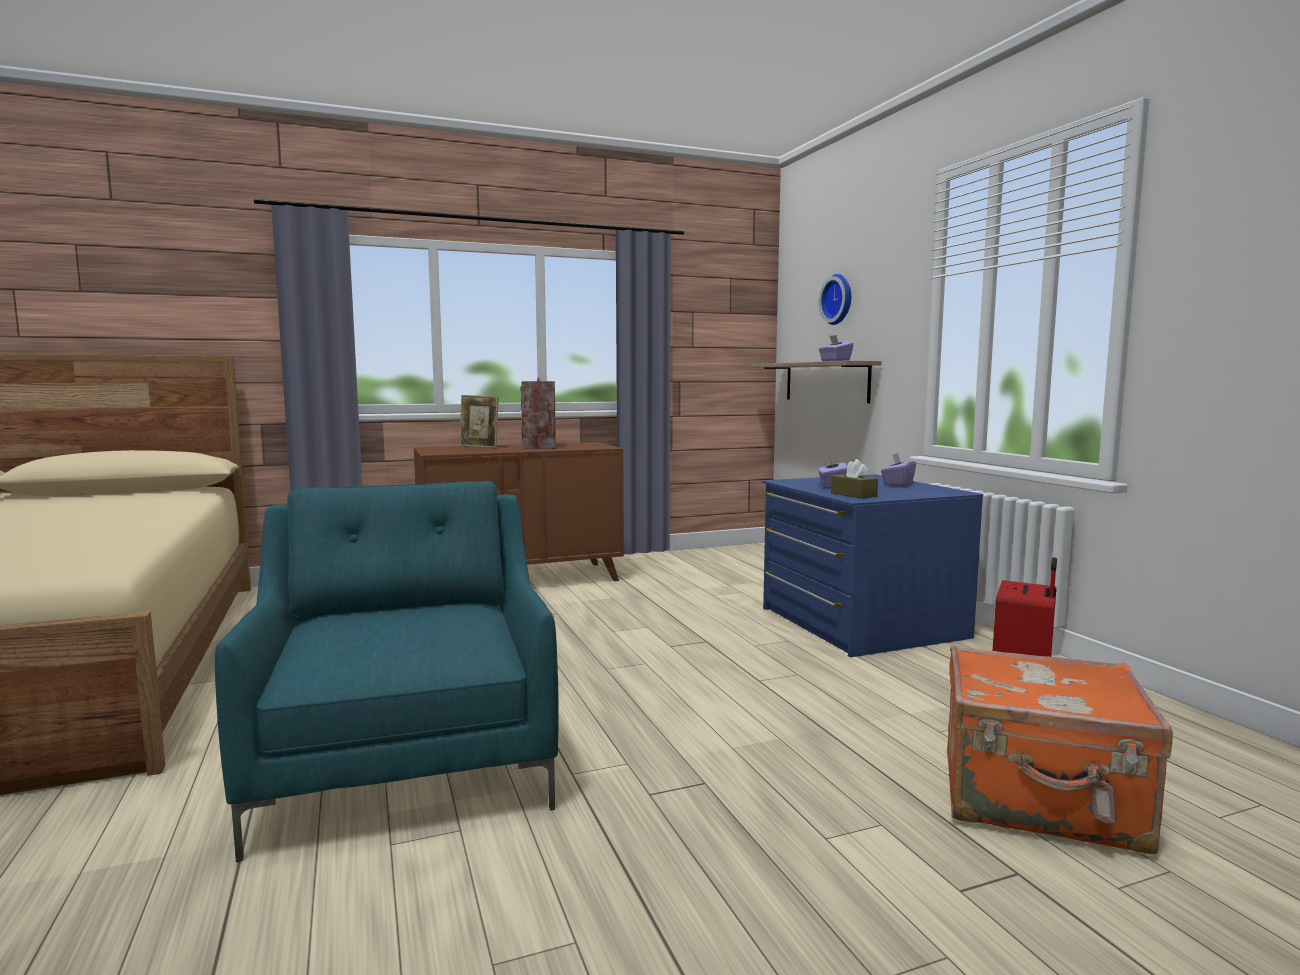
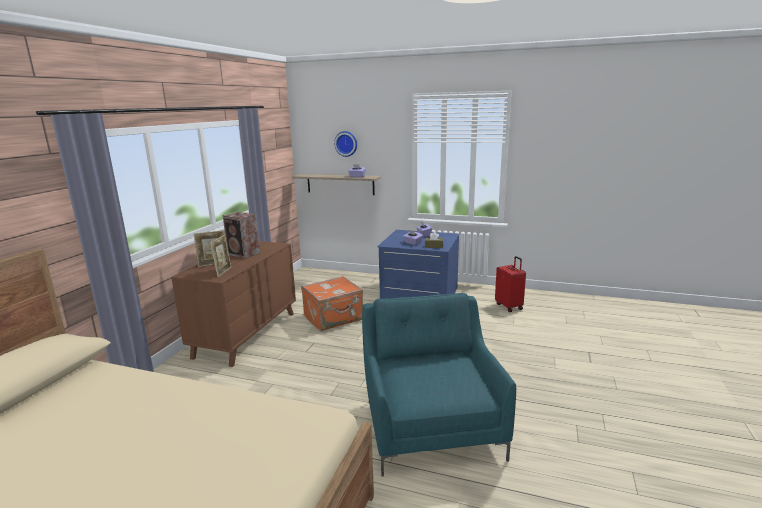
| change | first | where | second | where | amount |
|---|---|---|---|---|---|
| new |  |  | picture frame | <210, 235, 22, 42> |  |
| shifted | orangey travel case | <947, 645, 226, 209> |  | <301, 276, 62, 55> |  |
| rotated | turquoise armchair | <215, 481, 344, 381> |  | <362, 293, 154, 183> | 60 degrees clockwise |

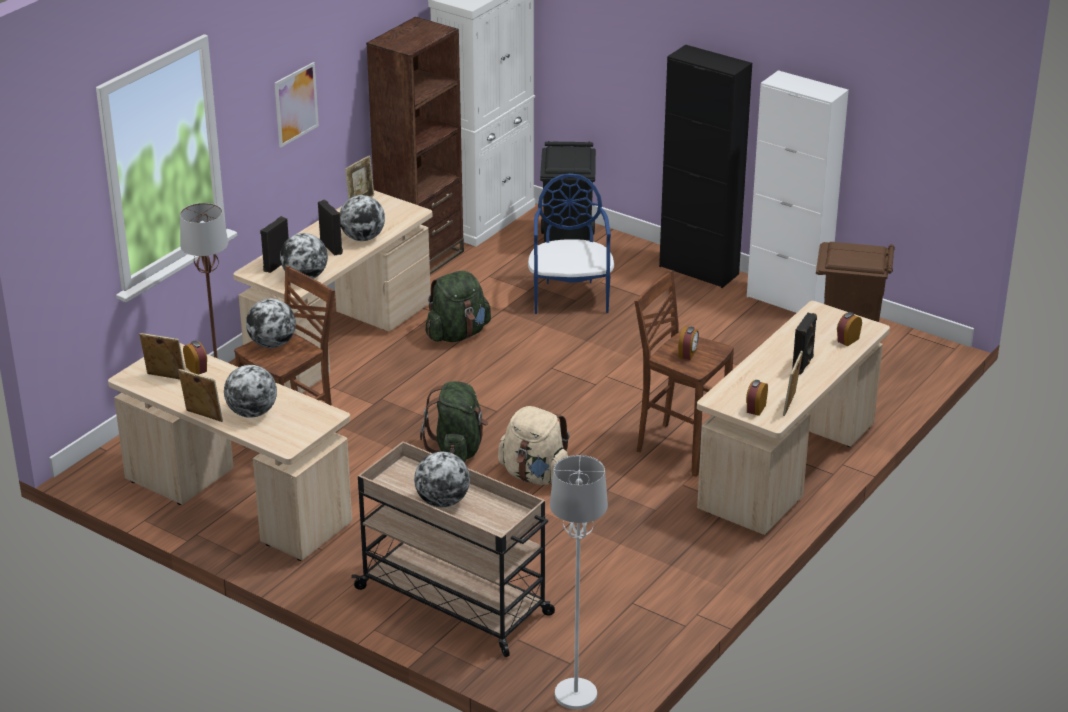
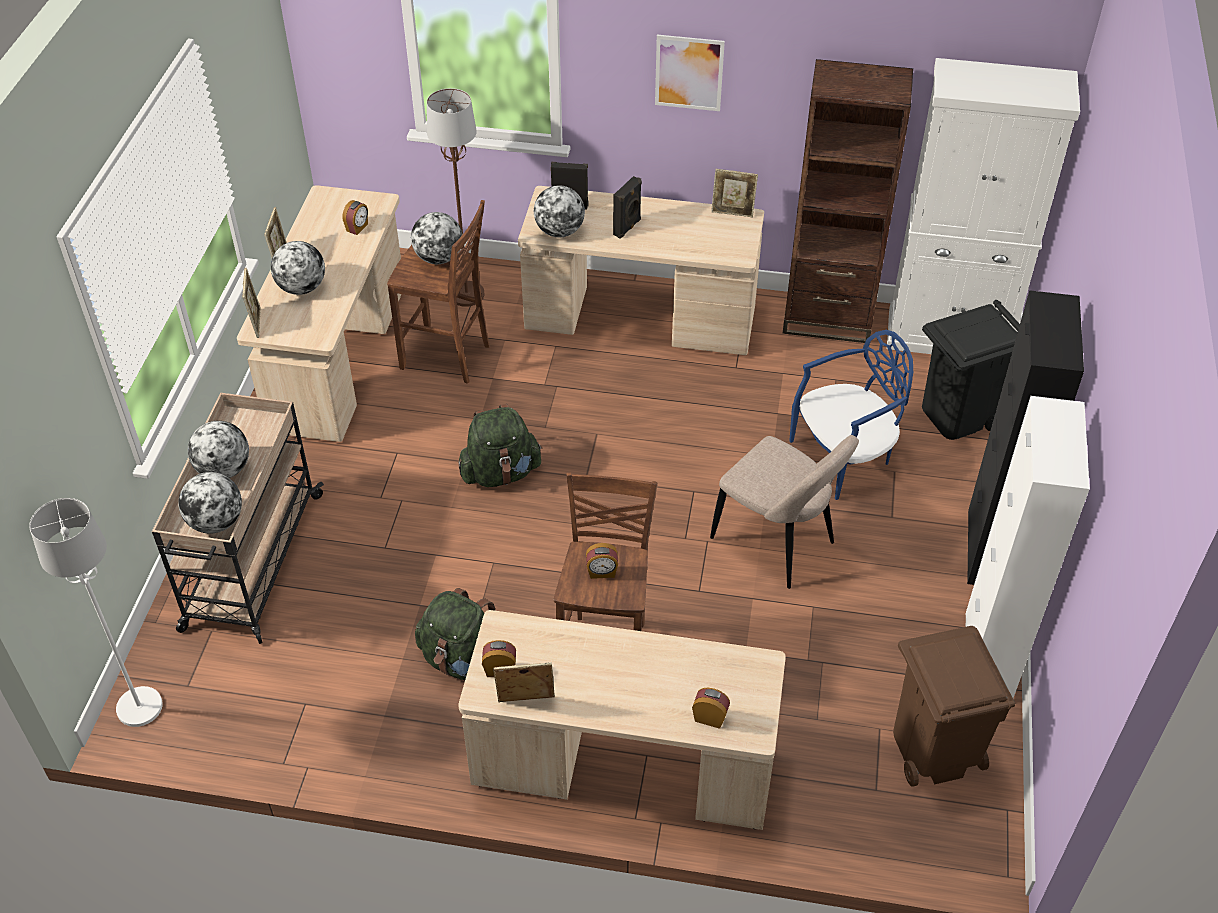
| change | first | where | second | where | amount |
|---|---|---|---|---|---|
| gone | beige rucksack | <498, 406, 71, 79> |  |  |  |
| gone | black loudspeaker | <792, 313, 25, 62> |  |  |  |
| new |  |  | beige upright chair | <710, 435, 149, 154> |  |
| shifted | picture frame | <139, 333, 46, 46> |  | <242, 268, 19, 70> |  |
| shifted | globe | <340, 195, 45, 46> |  | <178, 472, 64, 62> |  |
| shifted | green-coloured rucksack | <425, 271, 66, 71> |  | <415, 588, 81, 92> |  |

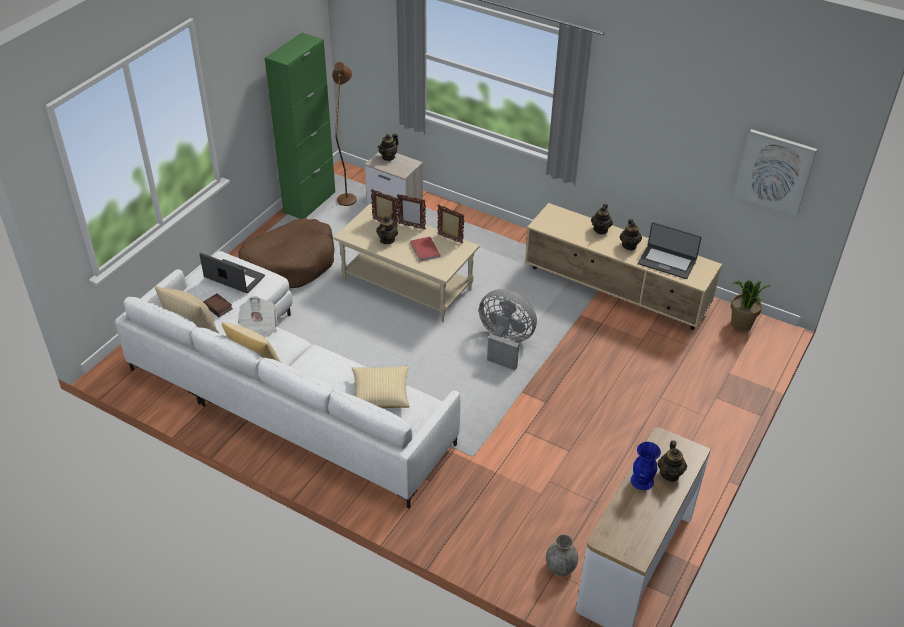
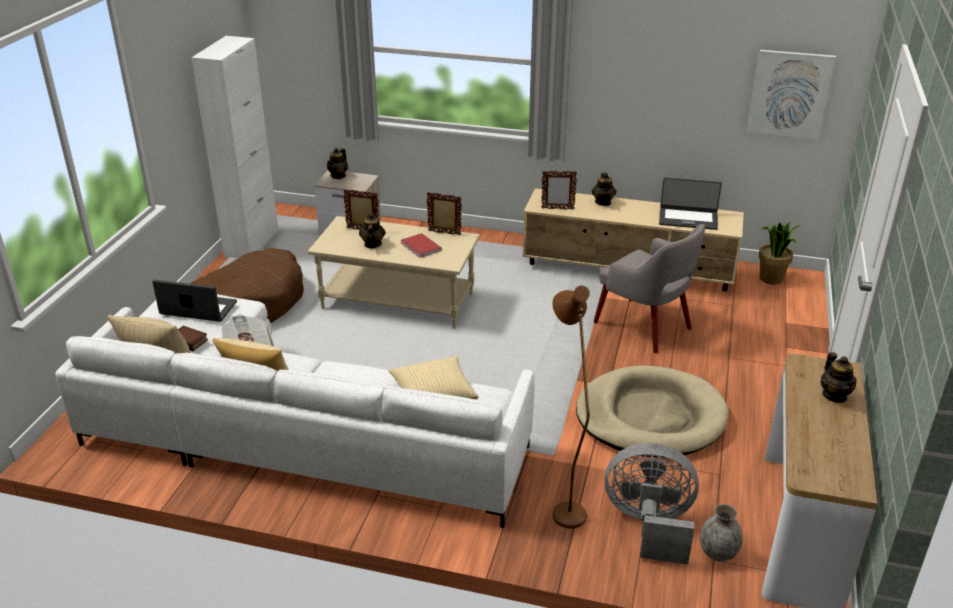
| change | first | where | second | where | amount |
|---|---|---|---|---|---|
| gone | tea pot | <620, 219, 22, 31> |  |  |  |
| gone | blue-coloured vase | <631, 442, 30, 48> |  |  |  |
| new |  |  | beige dog bed | <576, 365, 152, 93> |  |
| new |  |  | gray armchair | <594, 224, 111, 129> |  |
| shifted | brownish standing lamp | <332, 62, 25, 144> |  | <552, 286, 38, 243> |  |
| shifted | picture frame | <397, 194, 29, 35> |  | <541, 171, 36, 39> |  |
| shifted | gray electric fan | <479, 289, 58, 81> |  | <604, 443, 95, 122> |  |
| repainted | green-coloured storage cabinet | <265, 33, 70, 186> | white storage cabinet | <191, 36, 87, 222> |  |

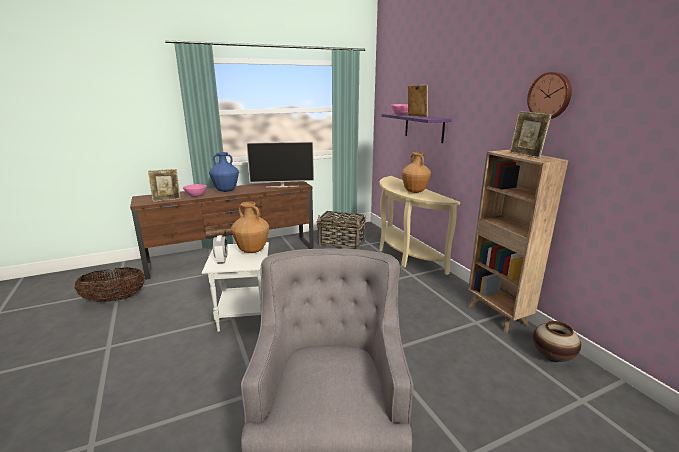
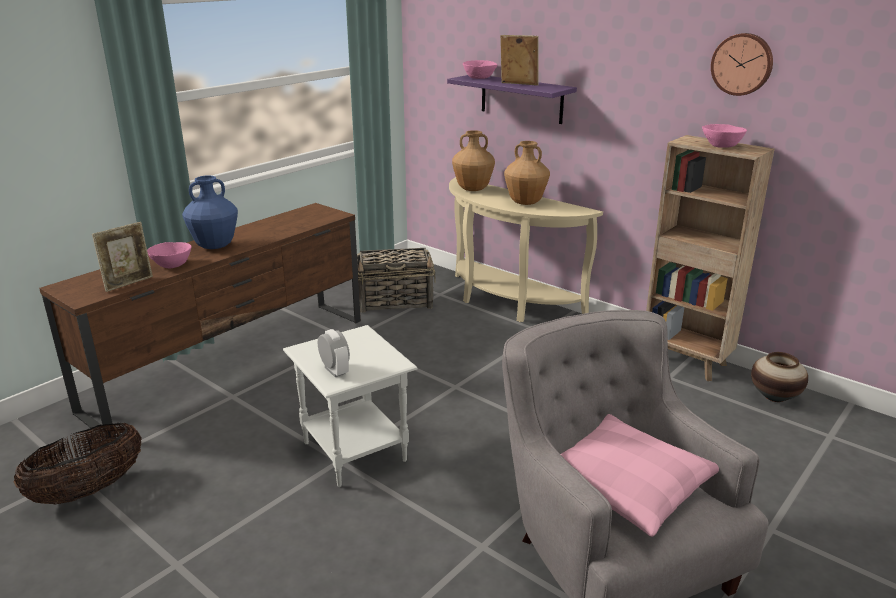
| change | first | where | second | where | amount |
|---|---|---|---|---|---|
| gone | TV set | <246, 142, 68, 45> |  |  |  |
| new |  |  | pink-coloured throw pillow | <561, 414, 158, 123> |  |
| shifted | brownish vase | <231, 202, 38, 51> |  | <452, 130, 43, 61> |  |
| swapped | picture frame | <509, 111, 43, 48> | pink-coloured bowl | <702, 124, 45, 24> |  |

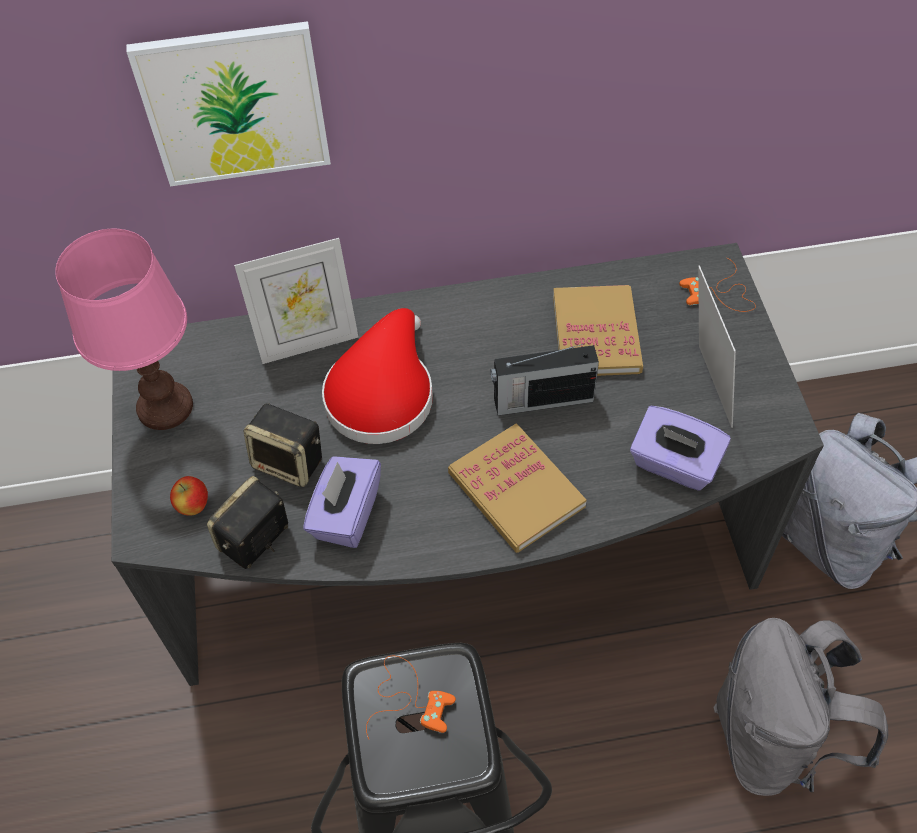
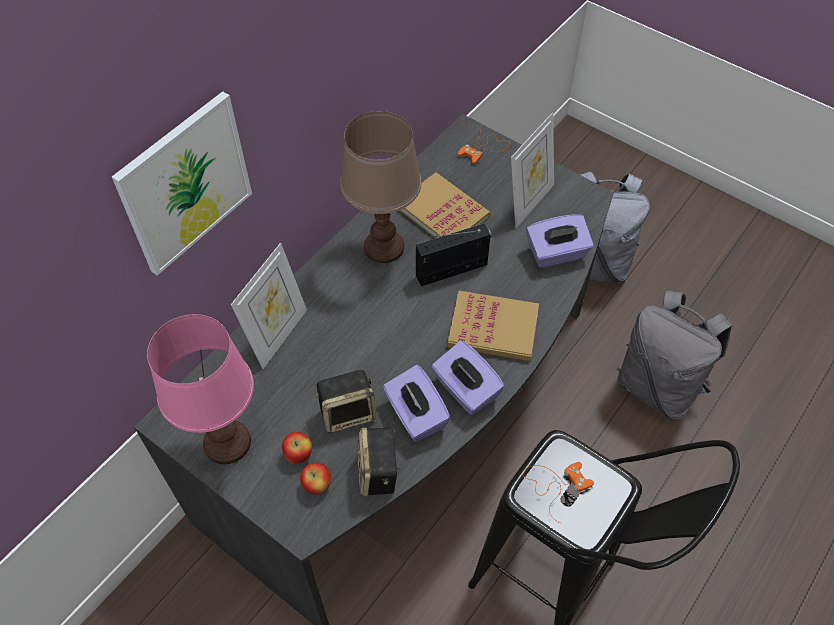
| change | first | where | second | where | amount |
|---|---|---|---|---|---|
| gone | red wearable hat | <322, 308, 111, 136> |  |  |  |
| new |  |  | apple fruit | <282, 432, 30, 31> |  |
| new |  |  | brownish table lamp | <340, 111, 81, 152> |  |
| new |  |  | purple box of tissues | <432, 340, 73, 75> |  |
| rotated | radio | <491, 344, 108, 71> |  | <416, 223, 76, 63> | 150 degrees counterclockwise |
| rotated | picture frame | <698, 265, 38, 163> |  | <511, 113, 43, 115> | 90 degrees clockwise |

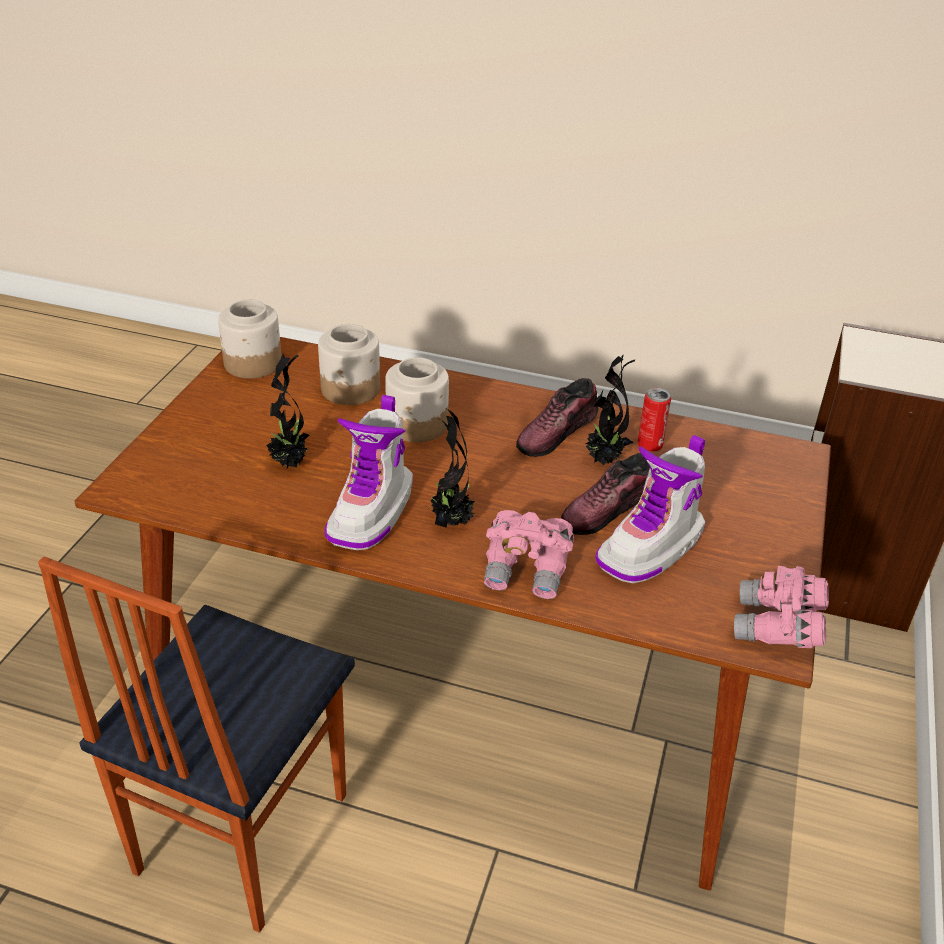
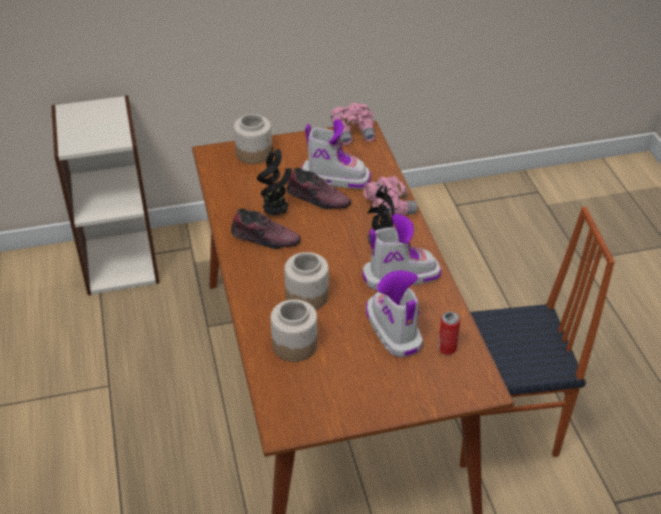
| change | first | where | second | where | amount |
|---|---|---|---|---|---|
| shifted | jar | <218, 300, 64, 79> |  | <234, 114, 38, 50> |  |
| shifted | sealed can | <638, 388, 33, 64> |  | <438, 311, 22, 44> |  |
| swapped | potted plant | <266, 354, 46, 114> | boot | <366, 270, 57, 88> |  |

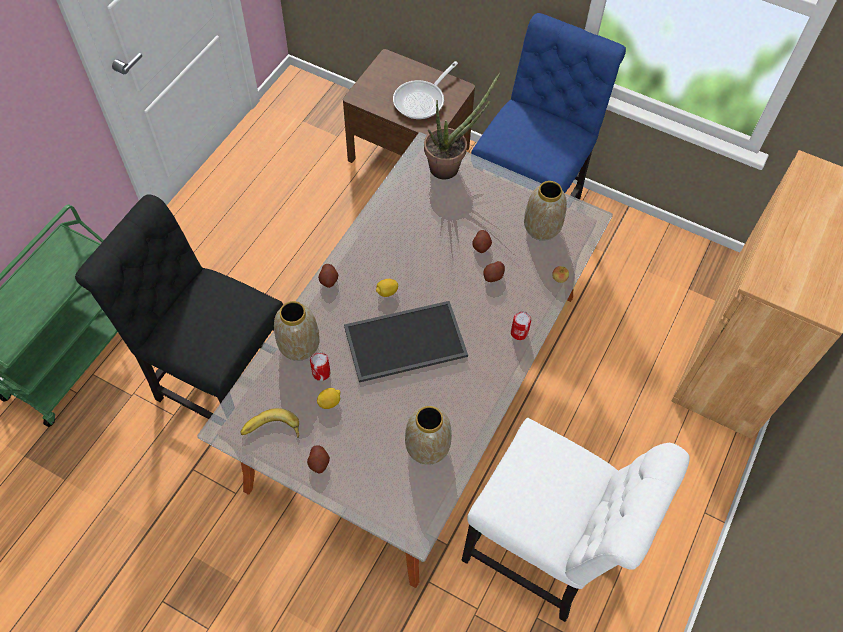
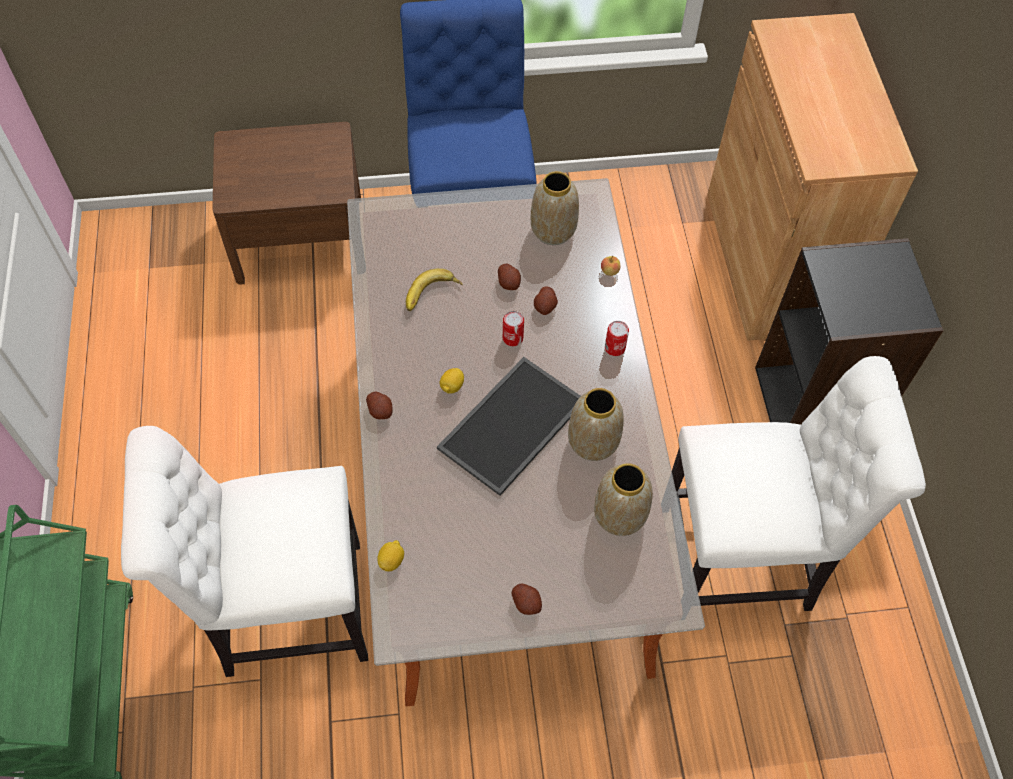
| change | first | where | second | where | amount |
|---|---|---|---|---|---|
| gone | pan | <393, 61, 65, 58> |  |  |  |
| gone | potted plant | <424, 72, 76, 107> |  |  |  |
| new |  |  | black bookcase | <755, 238, 189, 187> |  |
| shifted | banana | <241, 408, 58, 30> |  | <406, 268, 57, 43> |  |
| shifted | vase | <274, 301, 46, 60> |  | <568, 388, 56, 73> |  |
| shifted | sealed can | <310, 352, 20, 29> |  | <503, 311, 21, 35> |  |
| shifted | lemon | <317, 388, 23, 21> |  | <377, 540, 27, 32> |  |
| repainted | black upright chair | <75, 195, 208, 224> | white upright chair | <121, 426, 247, 251> |  |

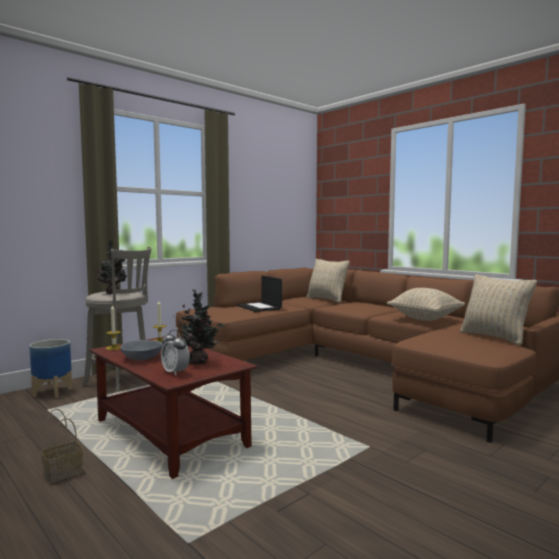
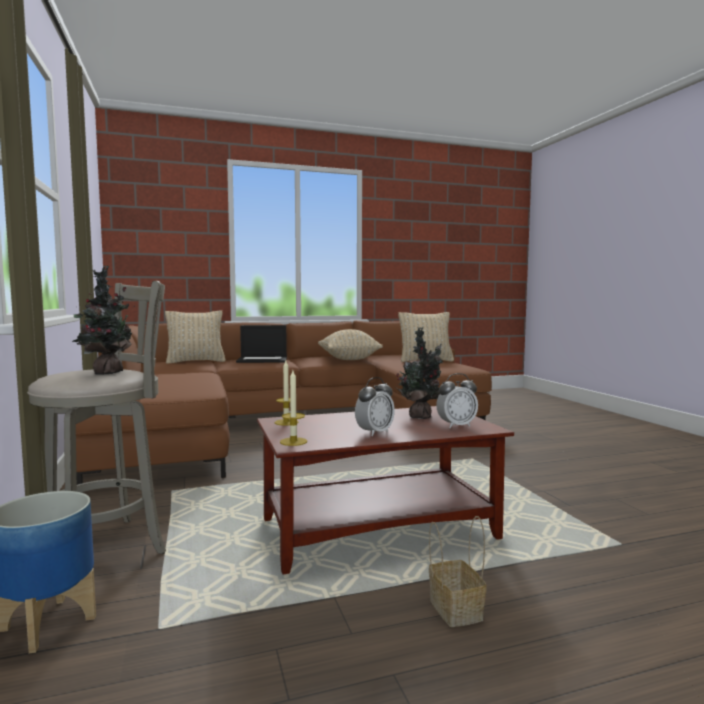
| change | first | where | second | where | amount |
|---|---|---|---|---|---|
| shifted | notebook computer | <237, 275, 45, 37> |  | <236, 325, 51, 38> |  |
| swapped | gray bowl | <120, 340, 43, 20> | bedside clock | <355, 377, 40, 60> |  |

